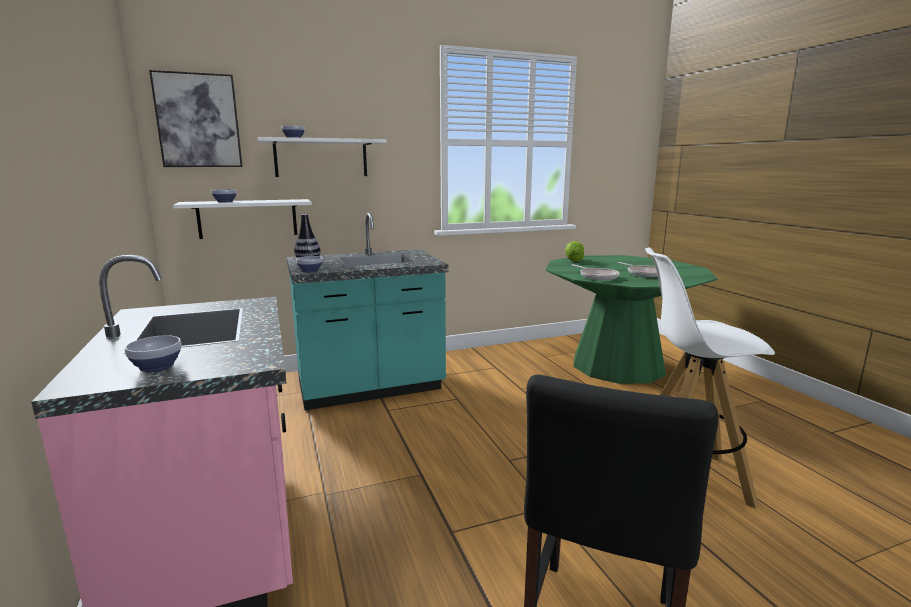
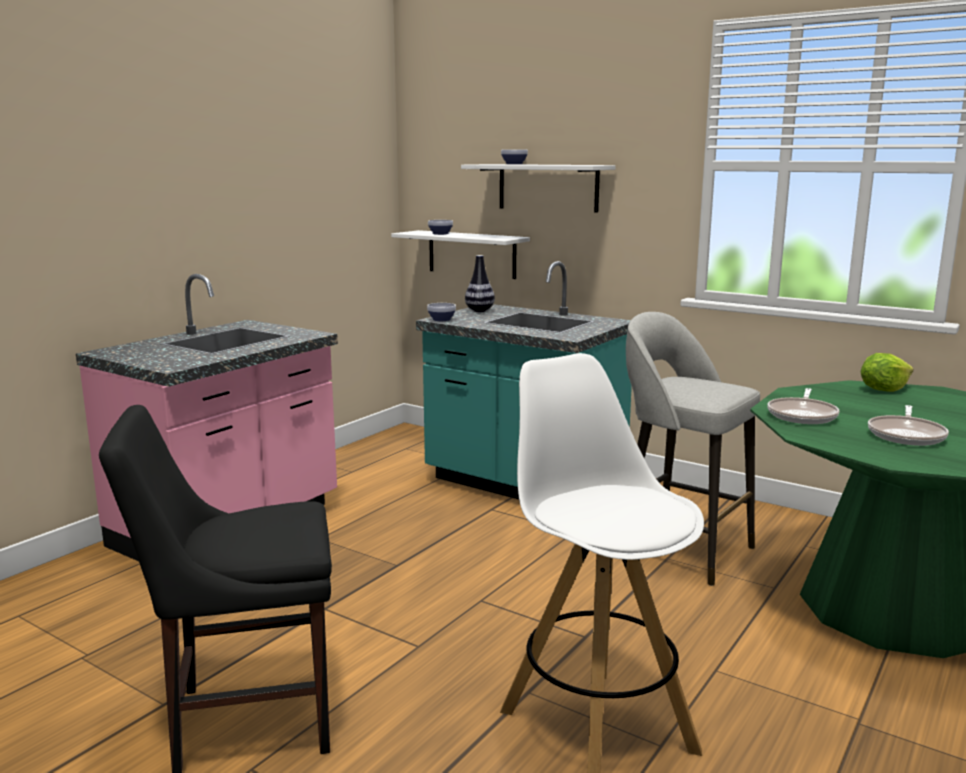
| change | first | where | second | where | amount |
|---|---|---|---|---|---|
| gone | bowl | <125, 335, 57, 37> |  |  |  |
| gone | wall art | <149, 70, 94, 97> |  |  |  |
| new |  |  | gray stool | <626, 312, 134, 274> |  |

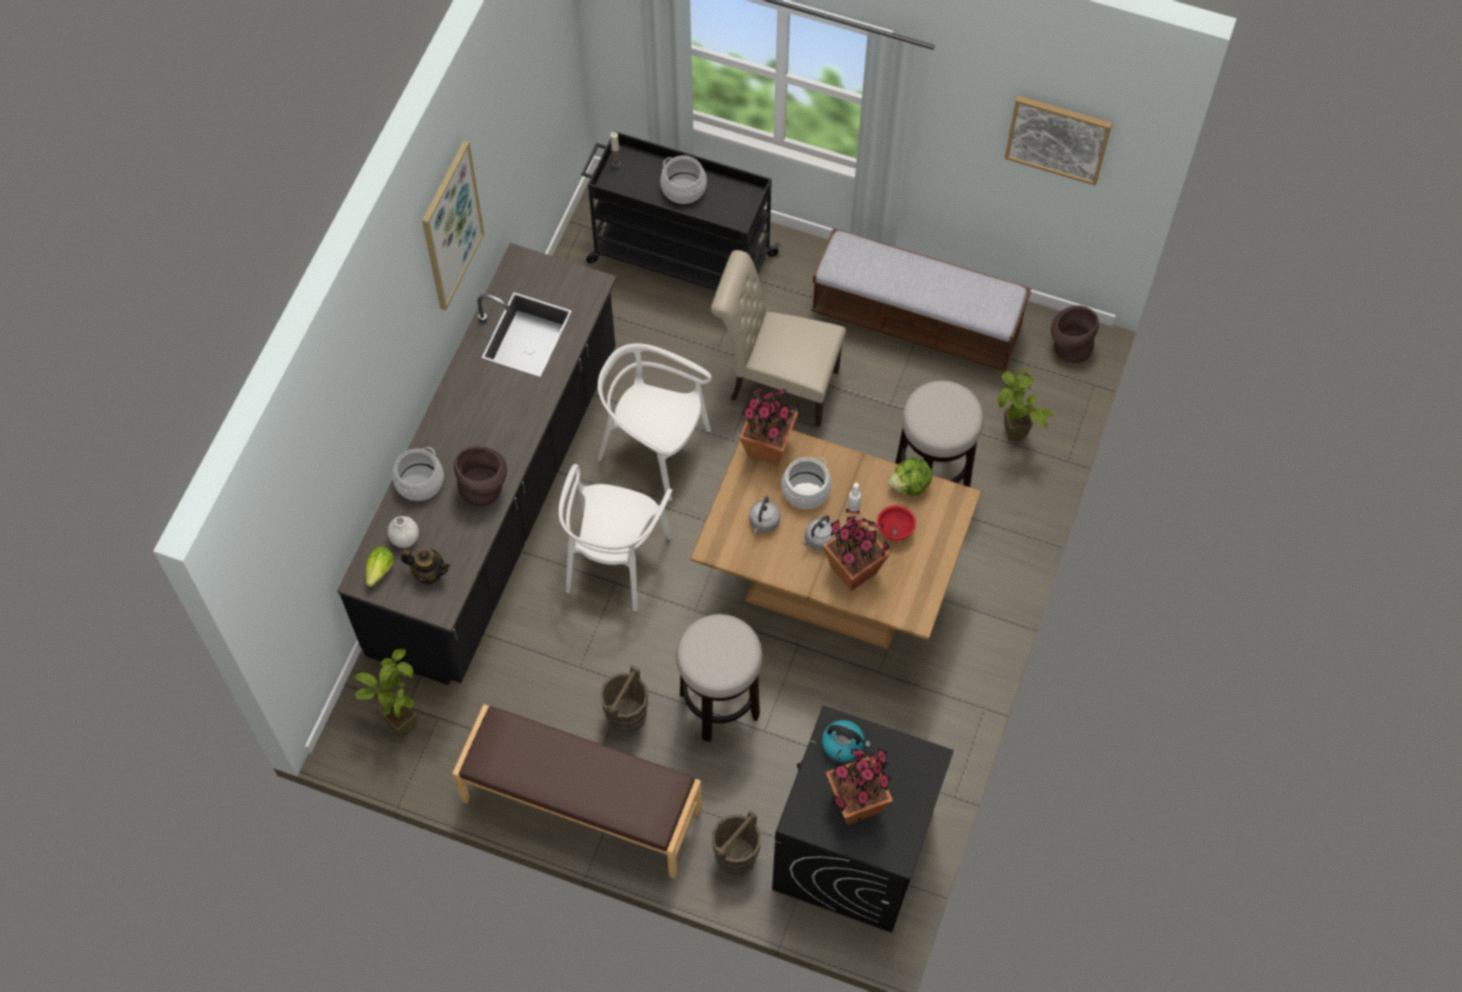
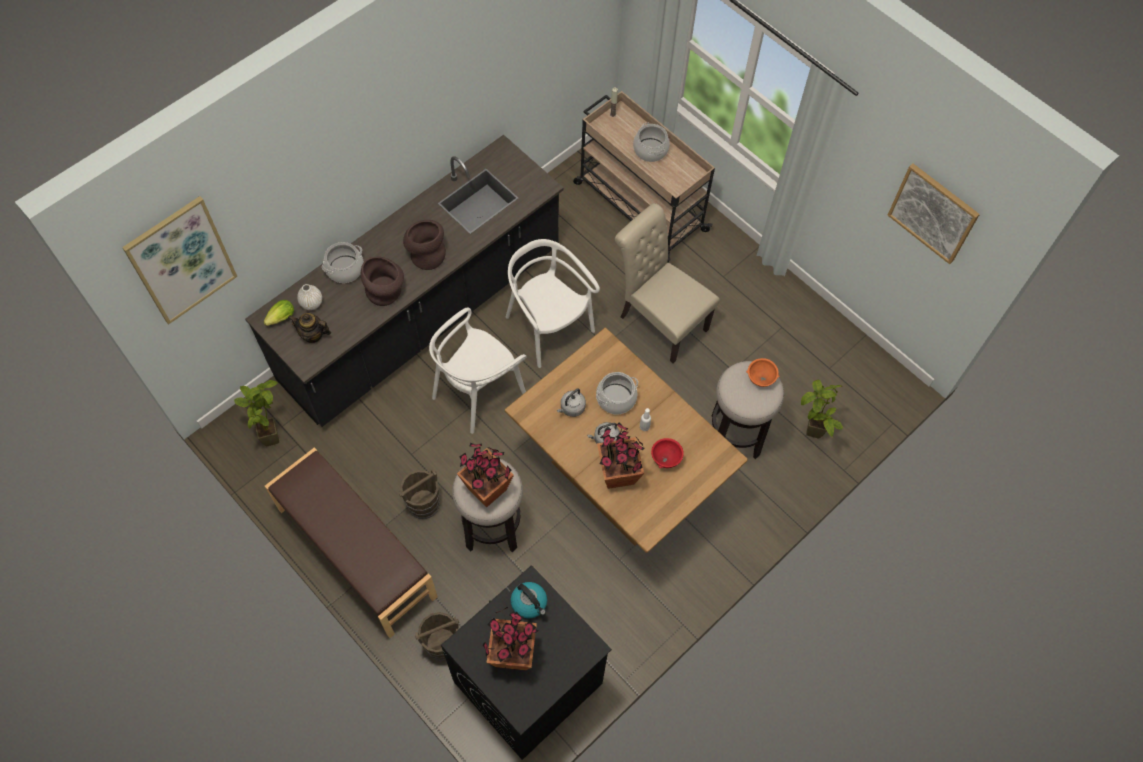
| change | first | where | second | where | amount |
|---|---|---|---|---|---|
| gone | long seat | <811, 228, 220, 143> |  |  |  |
| gone | lettuce | <888, 458, 44, 37> |  |  |  |
| new |  |  | orangey bowl | <746, 358, 33, 29> |  |
| shifted | wall art | <422, 141, 62, 170> |  | <122, 196, 115, 128> |  |
| shifted | potted plant | <739, 387, 61, 79> |  | <457, 443, 57, 65> |  |
| shifted | brownish vase | <1051, 306, 48, 57> |  | <403, 220, 43, 50> |  |
| repainted | black trolley | <581, 131, 200, 160> | beige trolley | <573, 91, 142, 172> |  |
| rotated | tea pot | <401, 549, 49, 35> |  | <288, 313, 43, 30> | 150 degrees clockwise |

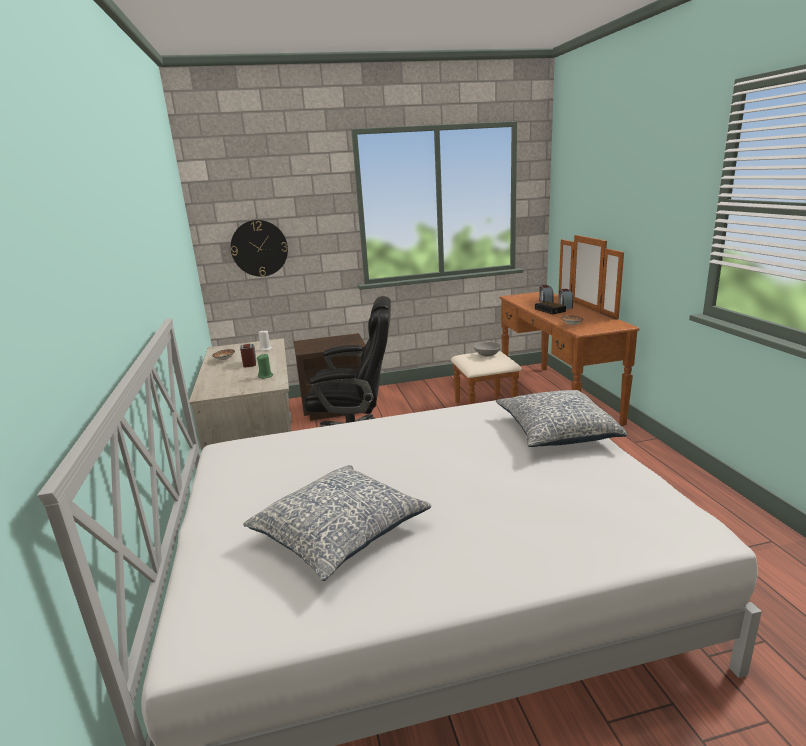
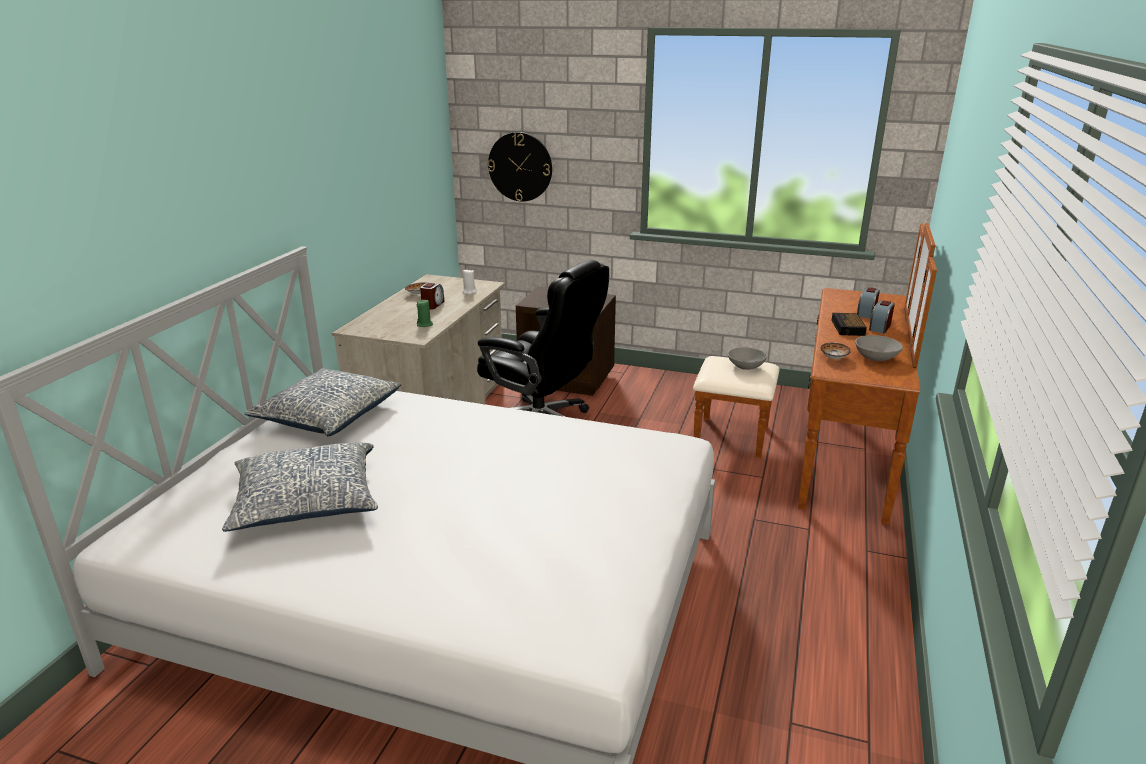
| change | first | where | second | where | amount |
|---|---|---|---|---|---|
| new |  |  | gray bowl | <855, 335, 48, 26> |  |
| shifted | throw pillow | <496, 390, 131, 57> |  | <244, 368, 157, 68> |  |

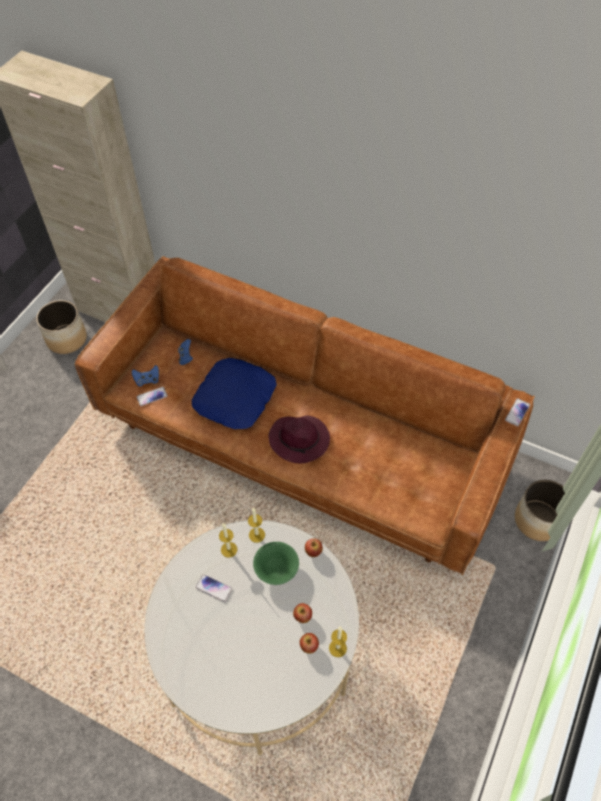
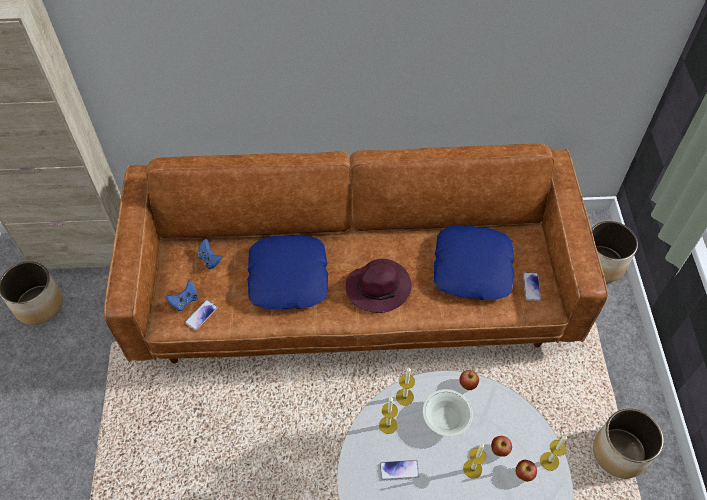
| change | first | where | second | where | amount |
|---|---|---|---|---|---|
| new |  |  | blue-coloured throw pillow | <434, 225, 80, 75> |  |
| new |  |  | wax light | <463, 444, 23, 34> |  |
| new |  |  | flower pot | <593, 408, 70, 71> |  |
| shifted | telephone | <505, 398, 25, 29> |  | <523, 272, 18, 29> |  |
| repainted | green-coloured bowl | <253, 542, 46, 43> | white bowl | <423, 389, 50, 47> |  |

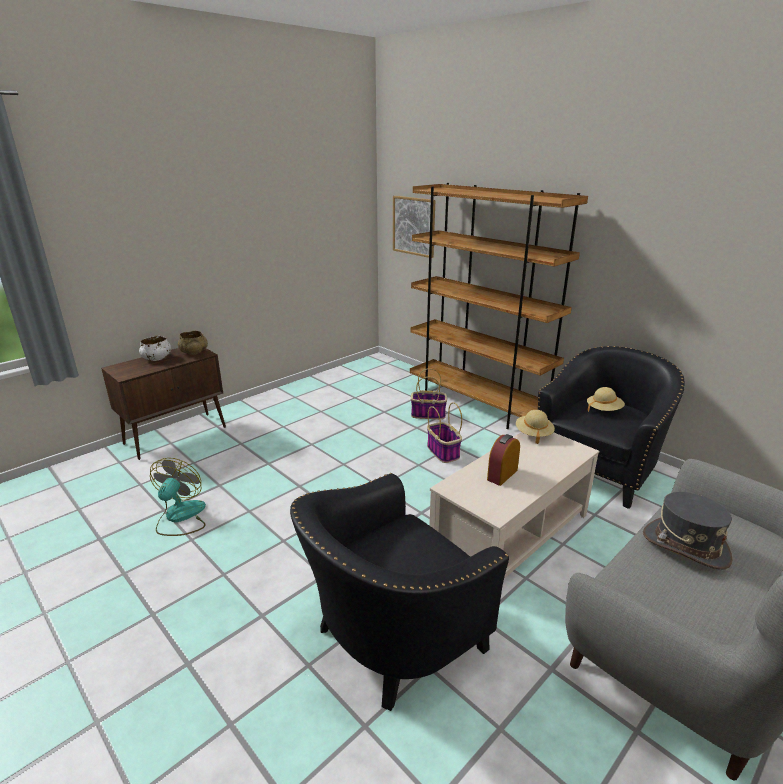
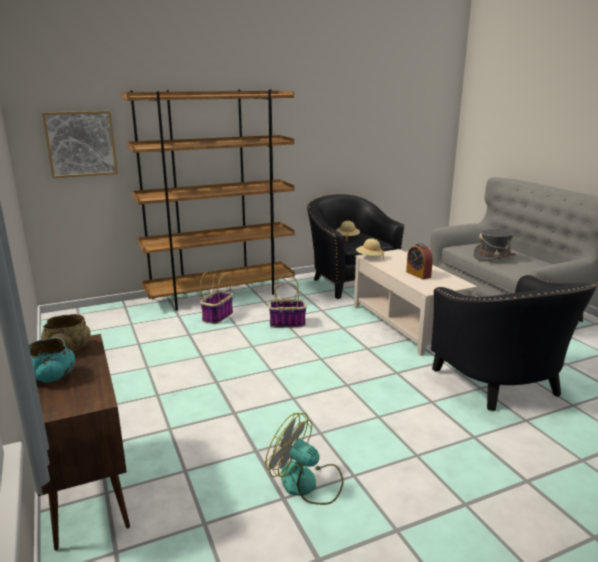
| change | first | where | second | where | amount |
|---|---|---|---|---|---|
| repainted | white bowl | <139, 336, 32, 25> | turquoise bowl | <29, 338, 46, 44> |  |

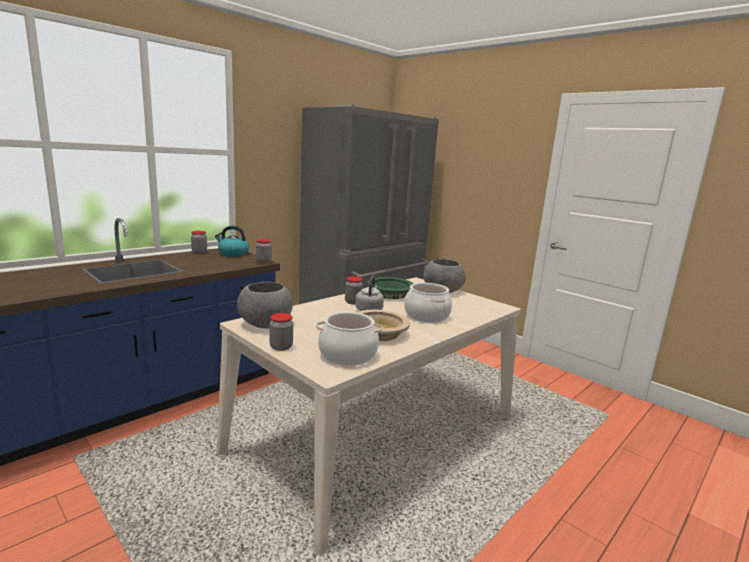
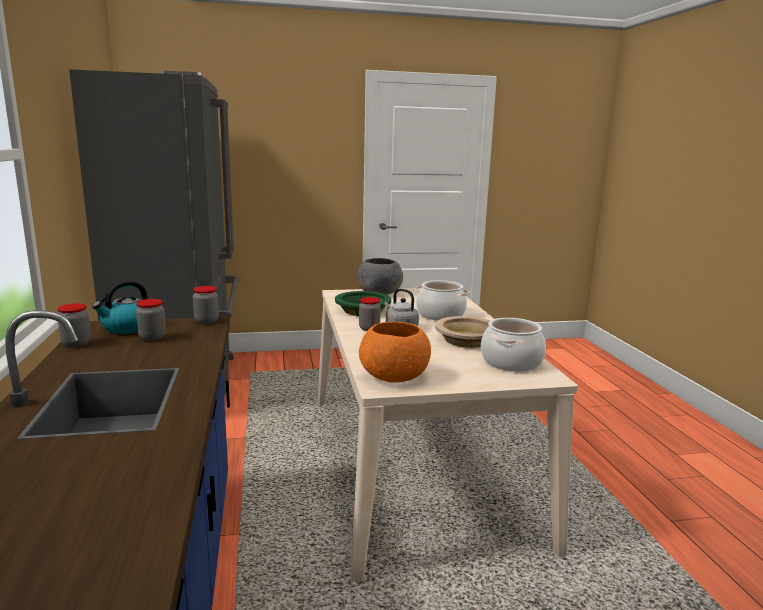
| change | first | where | second | where | amount |
|---|---|---|---|---|---|
| shifted | jar | <270, 313, 23, 38> |  | <136, 299, 30, 42> |  |
| repainted | gray bowl | <237, 282, 56, 47> | orangey bowl | <359, 322, 72, 60> |  |

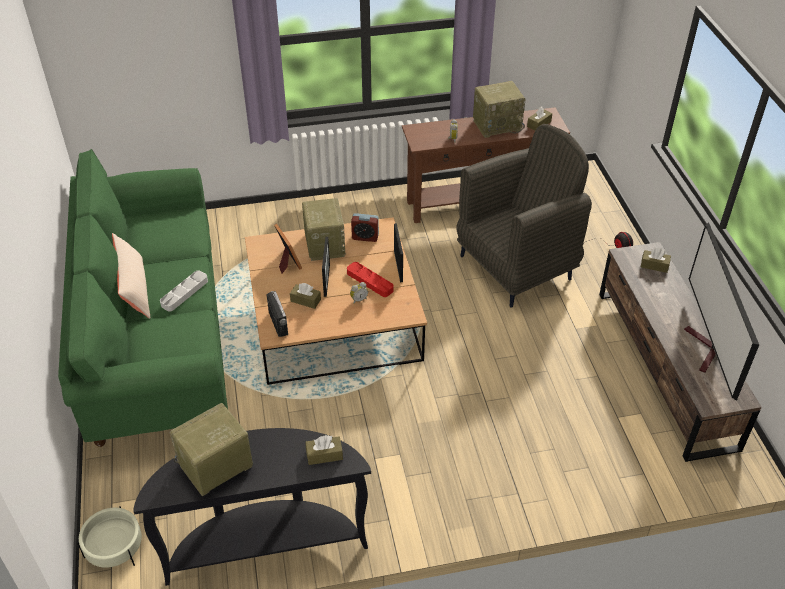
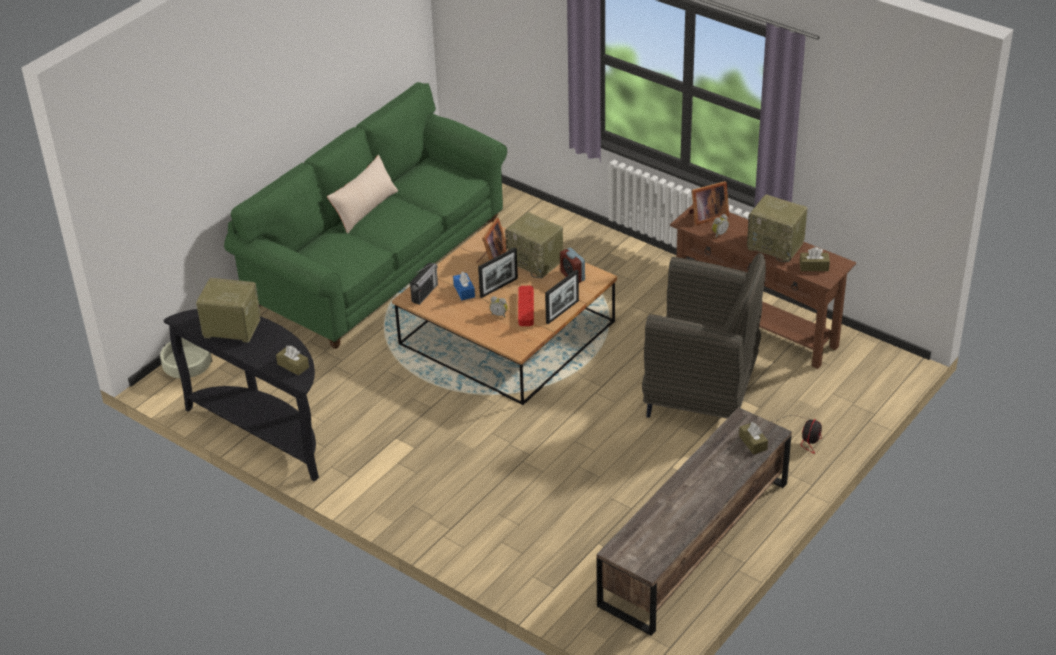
| change | first | where | second | where | amount |
|---|---|---|---|---|---|
| gone | gray carrying tray | <160, 270, 48, 42> |  |  |  |
| gone | TV set | <684, 223, 75, 178> |  |  |  |
| new |  |  | picture frame | <689, 181, 40, 44> |  |
| repainted | brownish box of tissues | <290, 283, 31, 26> | blue-coloured box of tissues | <453, 272, 22, 28> |  |
| rotated | radio | <302, 198, 44, 63> |  | <505, 212, 58, 67> | 90 degrees clockwise |

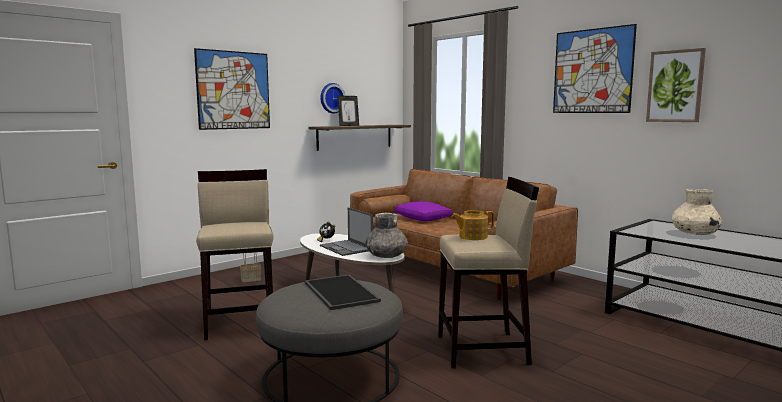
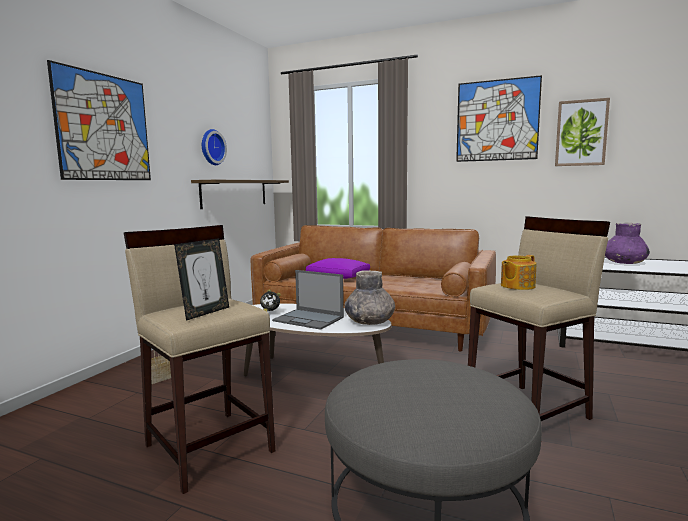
| change | first | where | second | where | amount |
|---|---|---|---|---|---|
| gone | carrying tray | <304, 275, 77, 35> |  |  |  |
| shifted | picture frame | <337, 96, 22, 30> |  | <174, 238, 55, 83> |  |
| repainted | beige vase | <672, 188, 50, 47> | purple vase | <605, 223, 45, 41> |  |

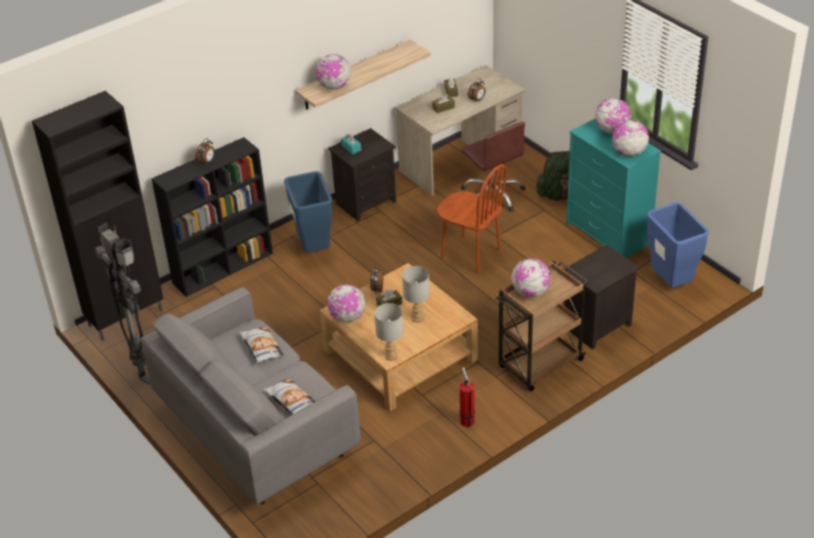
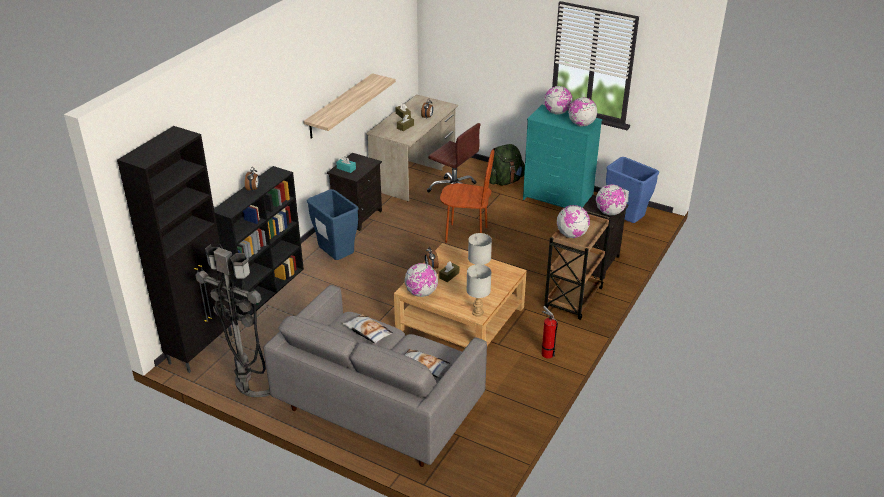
| change | first | where | second | where | amount |
|---|---|---|---|---|---|
| shifted | globe | <316, 54, 35, 36> |  | <596, 184, 31, 31> |  |

